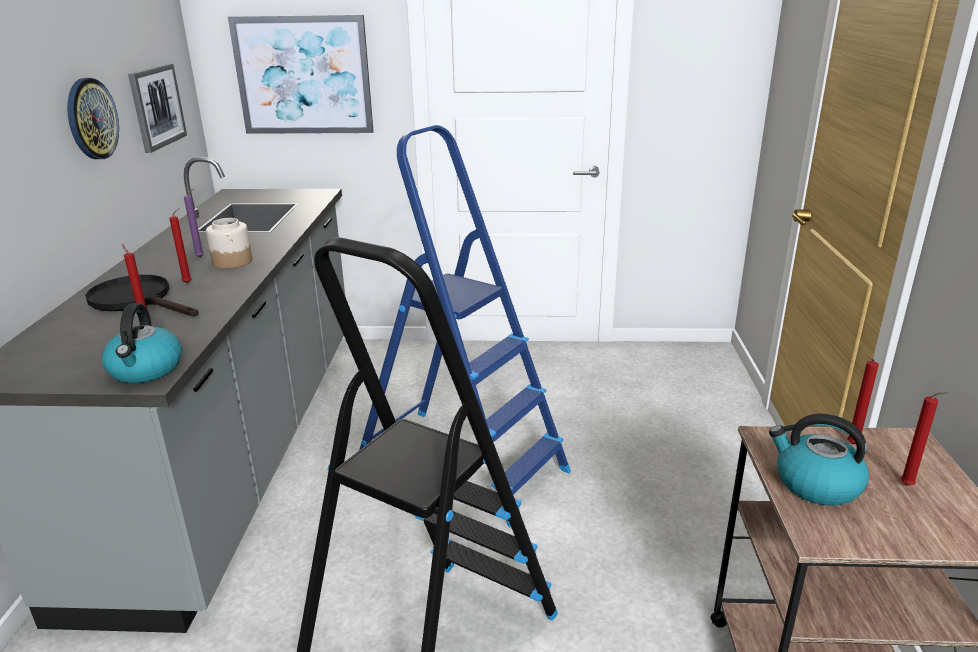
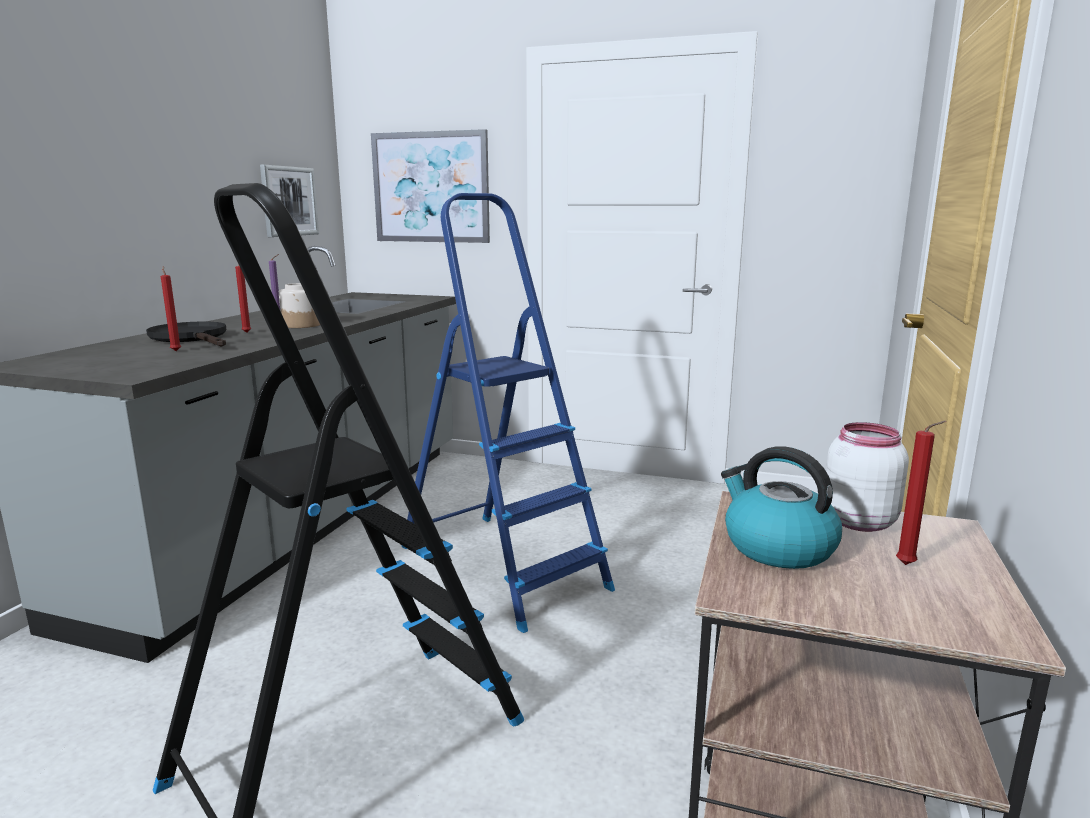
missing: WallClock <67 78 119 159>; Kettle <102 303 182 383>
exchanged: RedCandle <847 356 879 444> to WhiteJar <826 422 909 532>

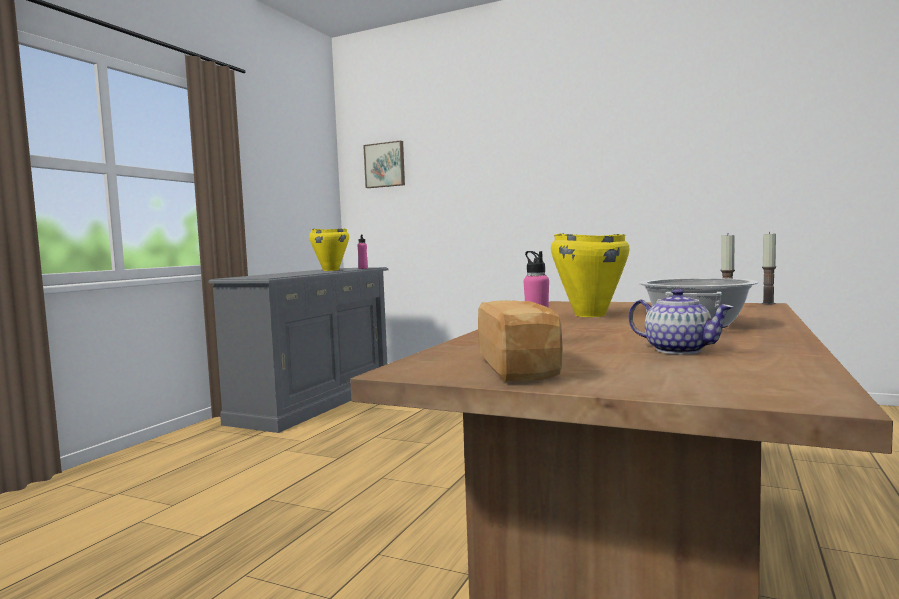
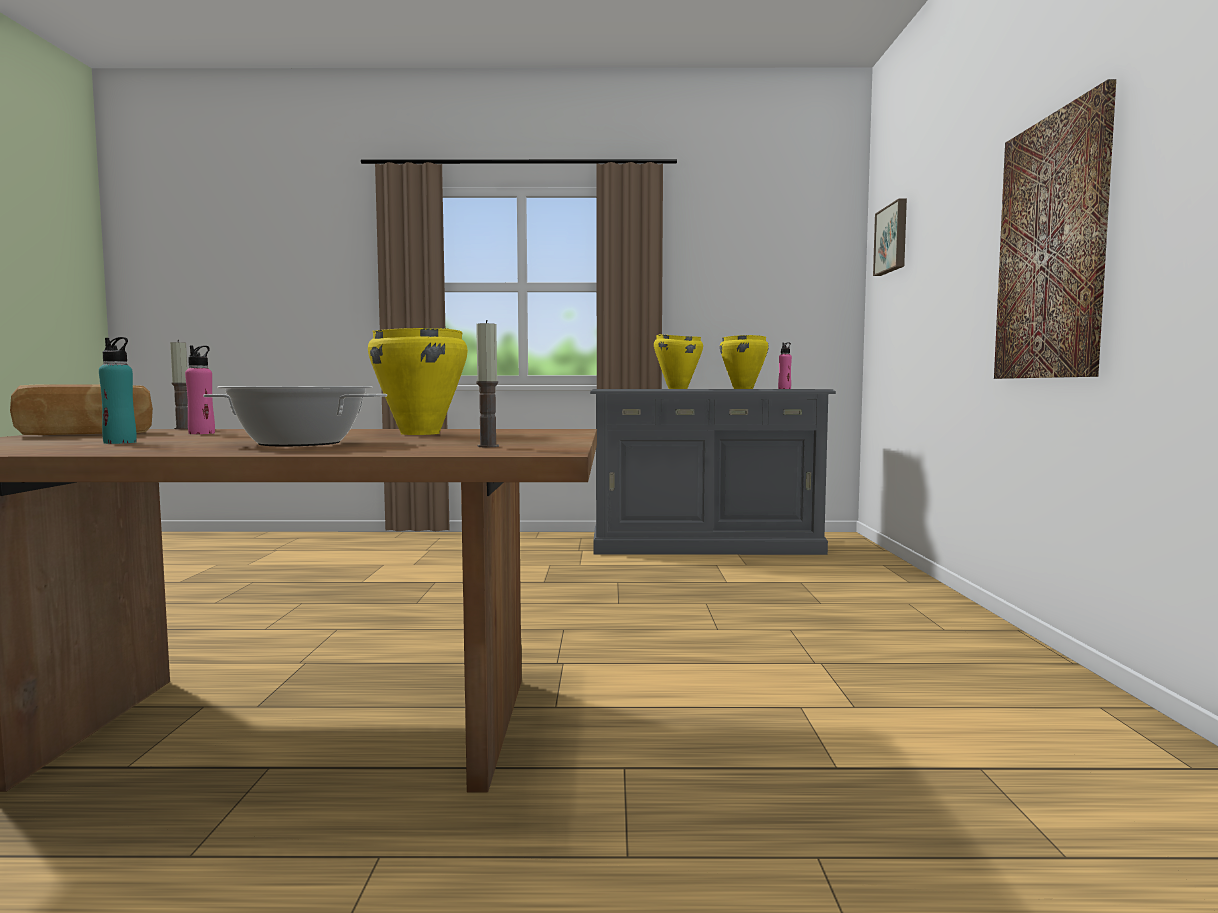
appeared: YellowCookingPot <654 334 703 389>; Picture <994 79 1116 379>
relocated: Candle <762 232 776 304> to <170 340 188 429>
exchanged: Teapot <628 289 734 354> to TurquoiseBottle <99 337 137 444>

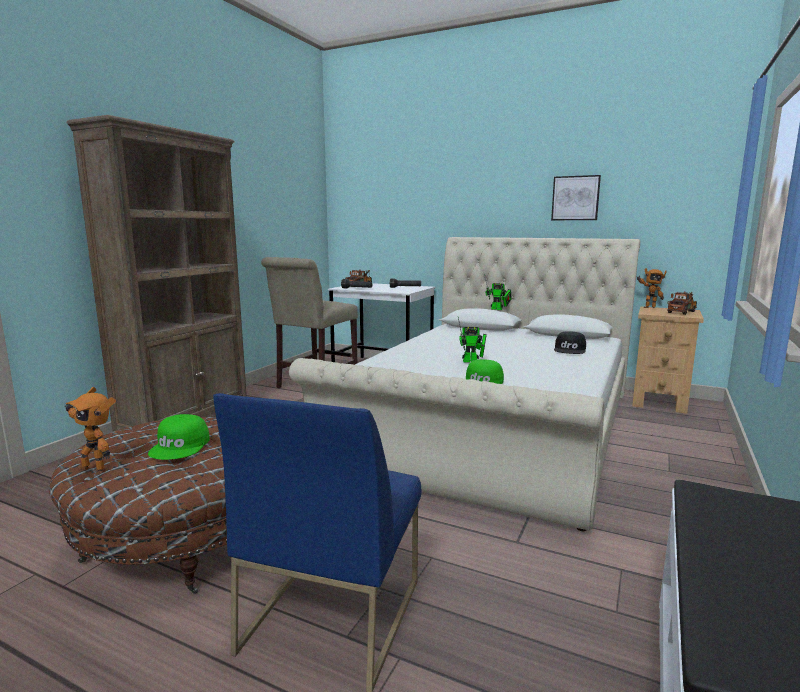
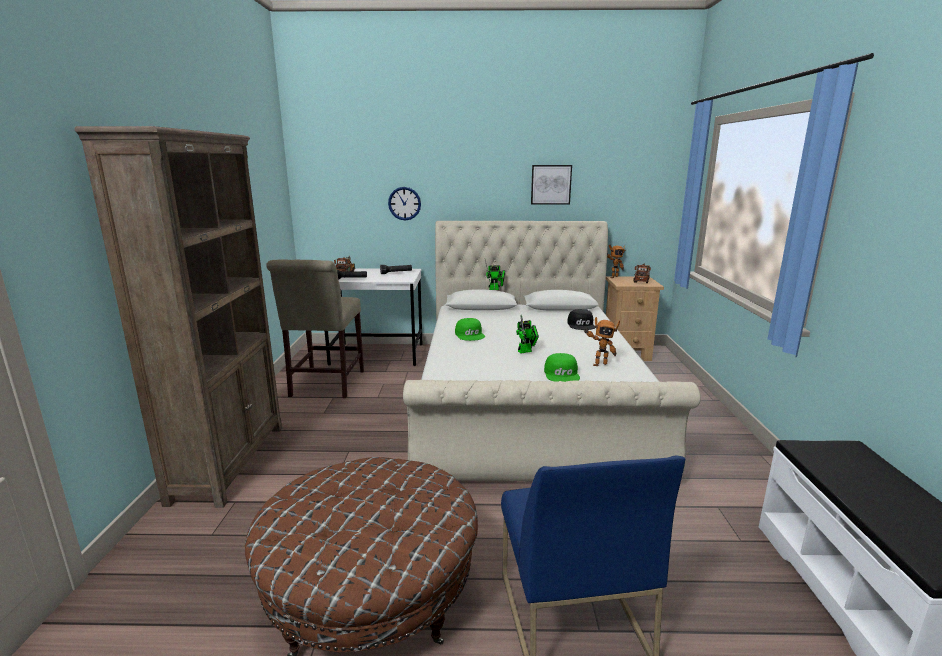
appeared: WallClock <388 187 421 221>
relocated: ToyRobot <65 387 116 471> to <584 317 620 366>; GreenCap <148 414 210 460> to <455 318 485 341>

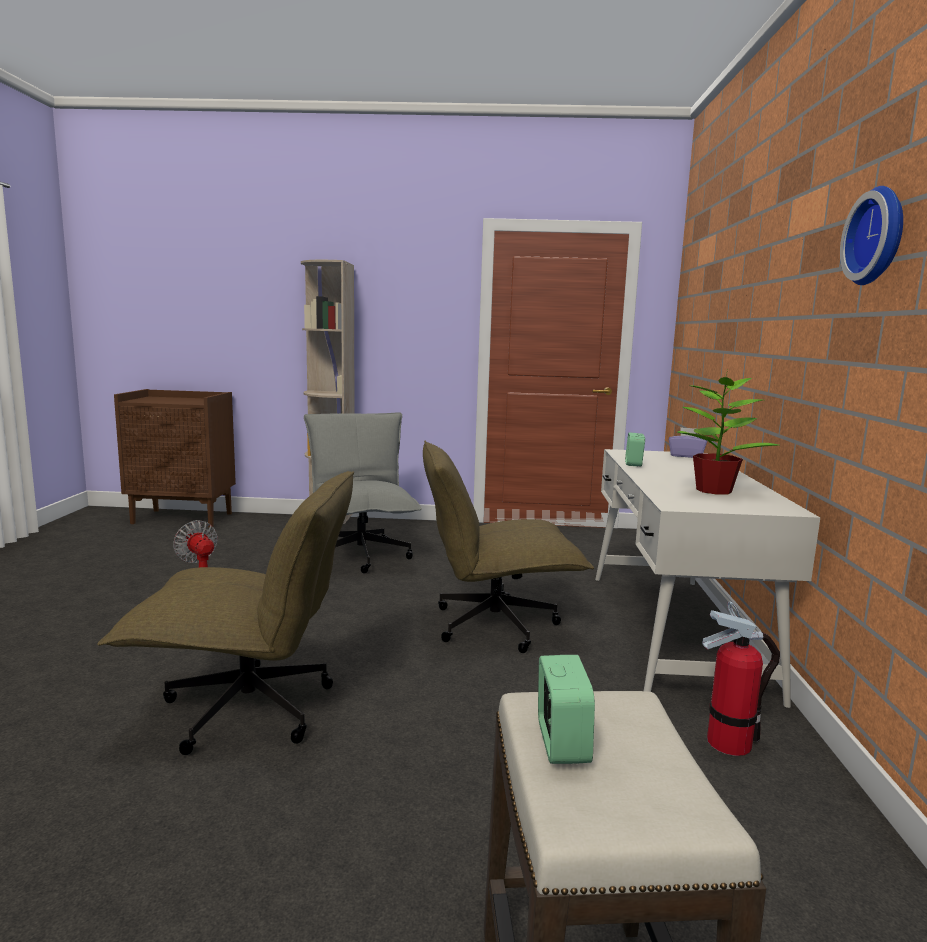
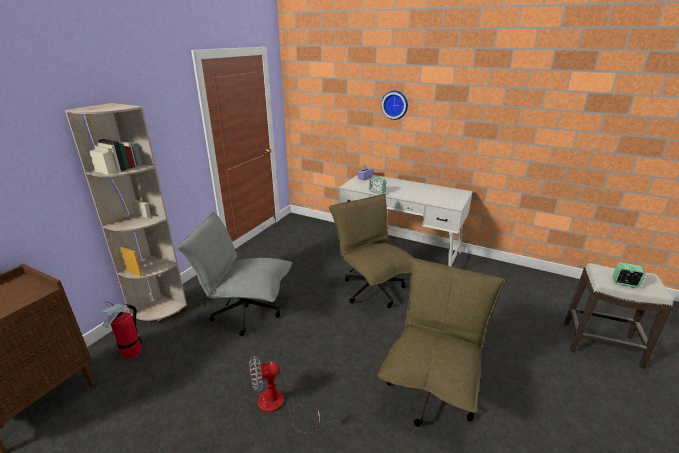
missing: PottedPlant <677 370 778 495>
relocated: FireExtinguisher <702 601 780 756> to <101 301 142 359>; WallClock <840 186 903 285> to <381 91 408 120>
spun: BeigeOfficeChair <423 440 594 653> = <329 194 414 308> 135 degrees clockwise

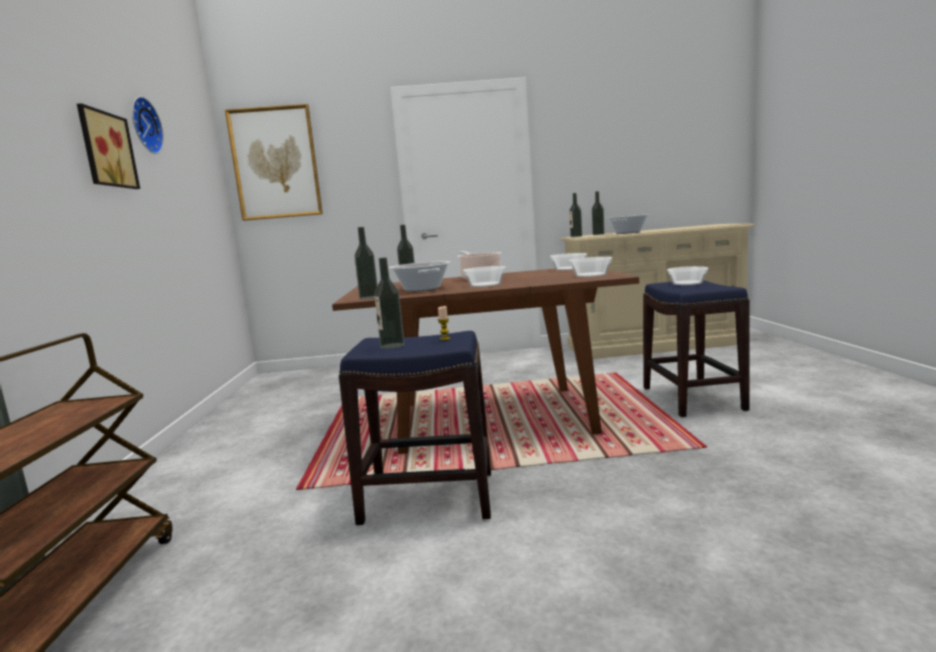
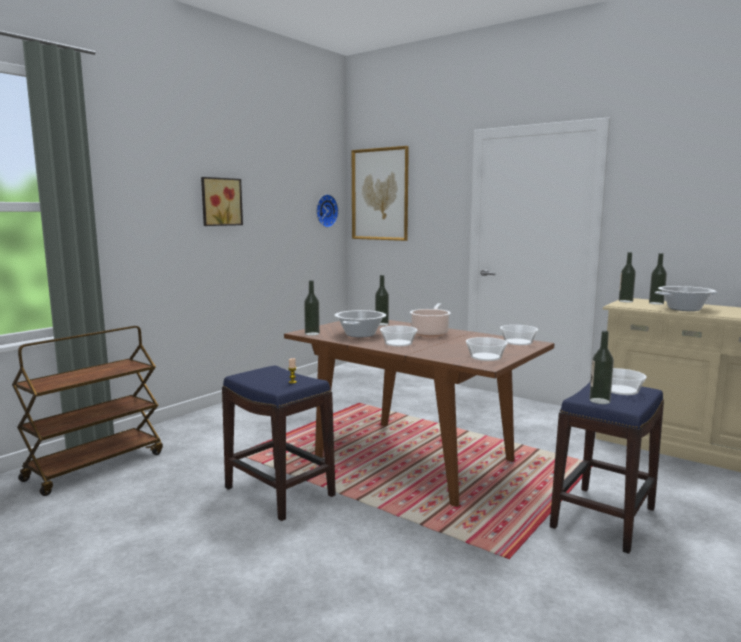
relocated: WallClock <132 97 164 154> to <316 194 339 228>; Bottle <375 258 405 349> to <589 331 614 404>

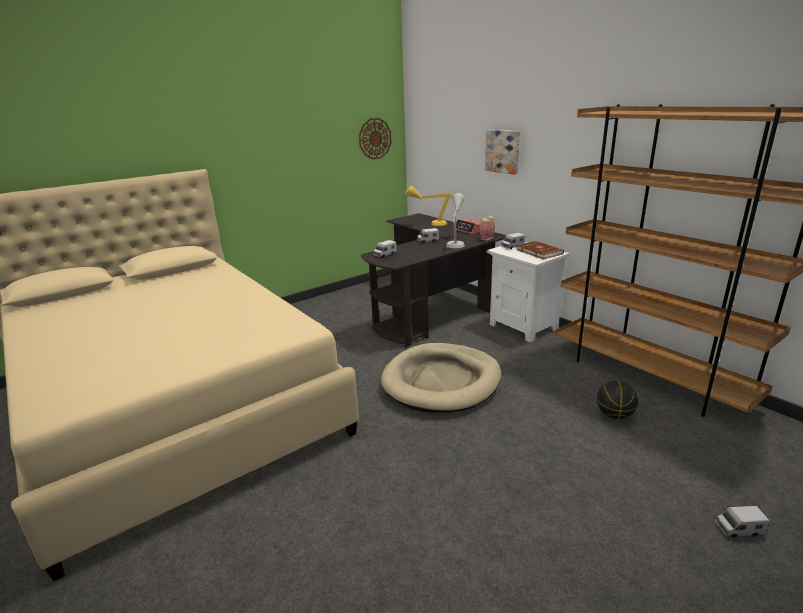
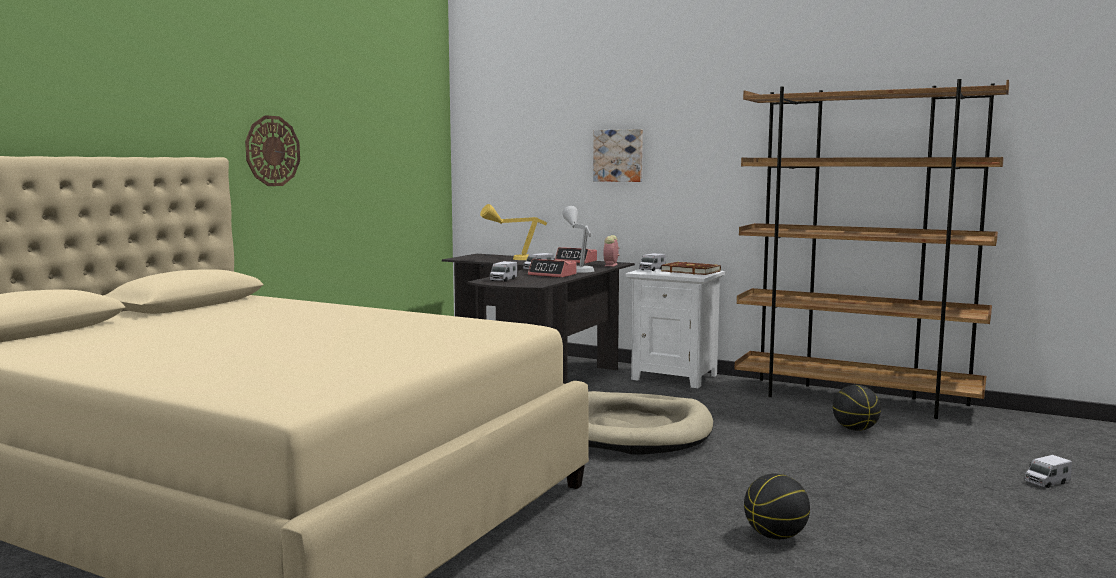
appeared: AlarmClock <528 259 577 278>; Basketball <744 473 810 539>
relocated: WallClock <359 118 392 160> to <245 115 300 186>

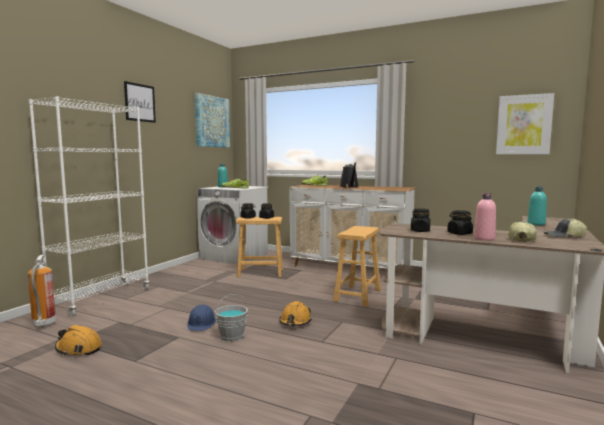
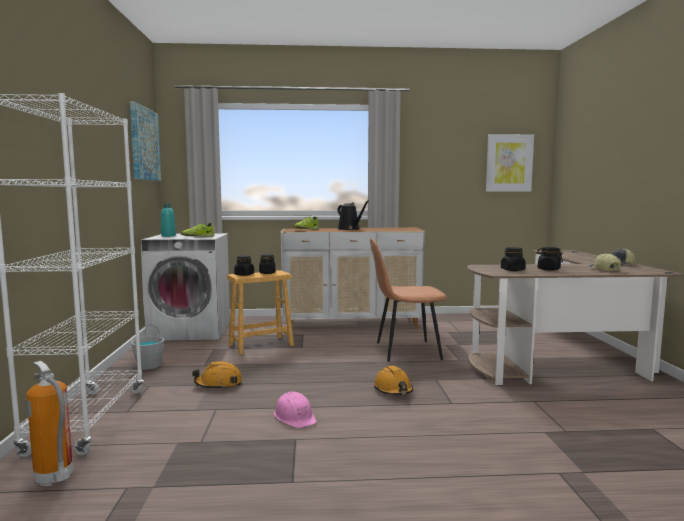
missing: Picture <124 81 156 123>; PinkBottle <474 193 496 241>; TurquoiseBottle <527 187 547 225>
relocated: OrangeHardHat <55 325 102 356> to <192 361 242 390>; GreyBucket <215 294 248 342> to <131 325 165 370>
exchanged: BrownStool <333 226 381 307> to BrownChair <370 238 447 362>
colour: BlueHardHat <187 304 216 331> to PinkHardHat <274 392 316 428>

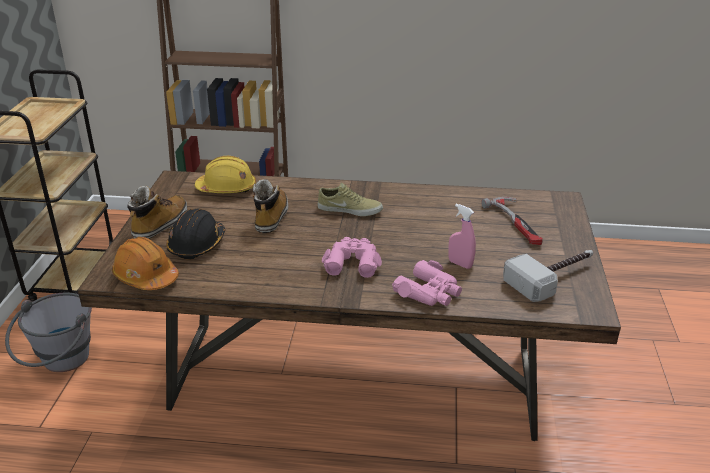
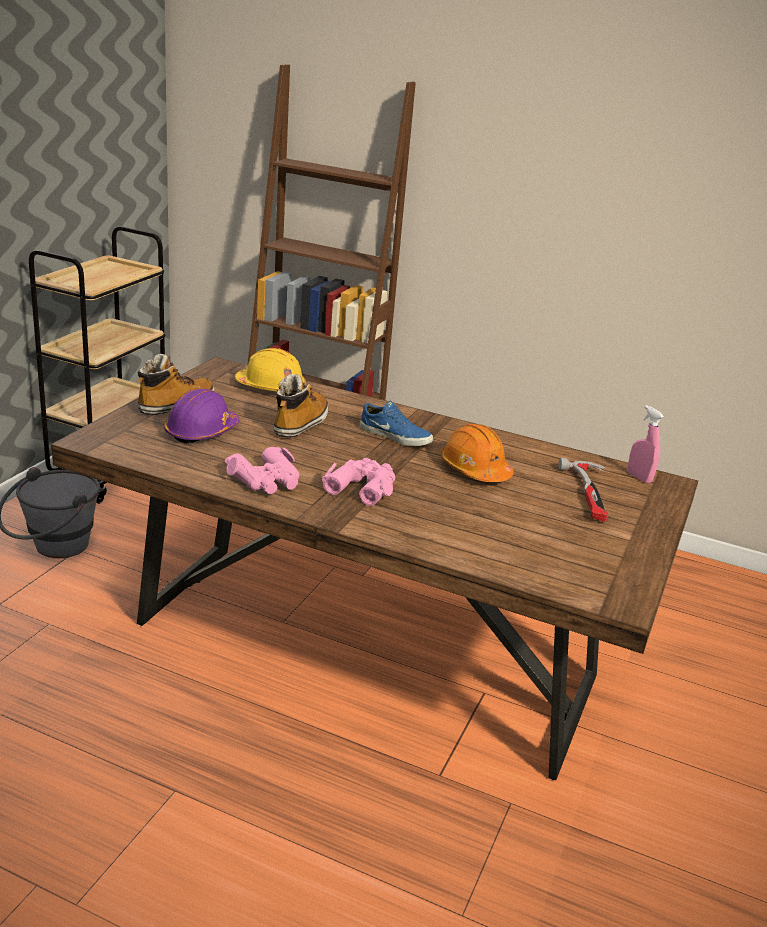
missing: Hammer <503 250 593 302>
relocated: OrangeHardHat <112 237 179 290> to <441 424 514 482>; PinkBinoculars <392 260 462 306> to <225 447 299 494>; PinkSprayBottle <449 204 476 269> to <628 405 664 484>
colour: BlackHardHat <166 209 225 259> to PurpleHardHat <164 388 240 444>; BeigeShoe <318 183 383 216> to BlueShoe <360 401 433 446>

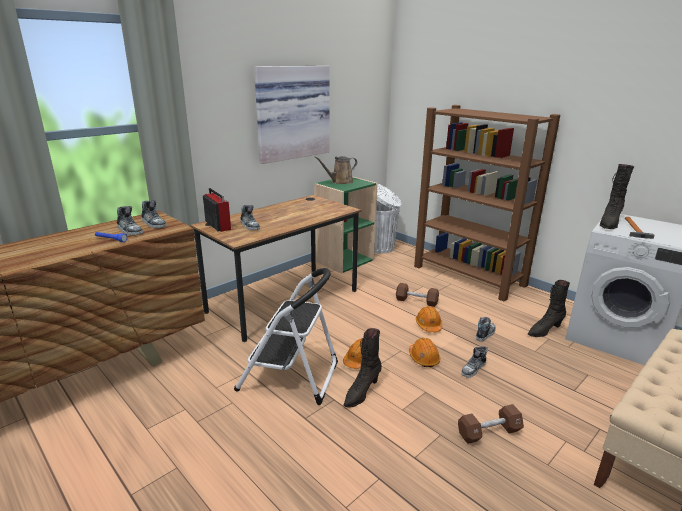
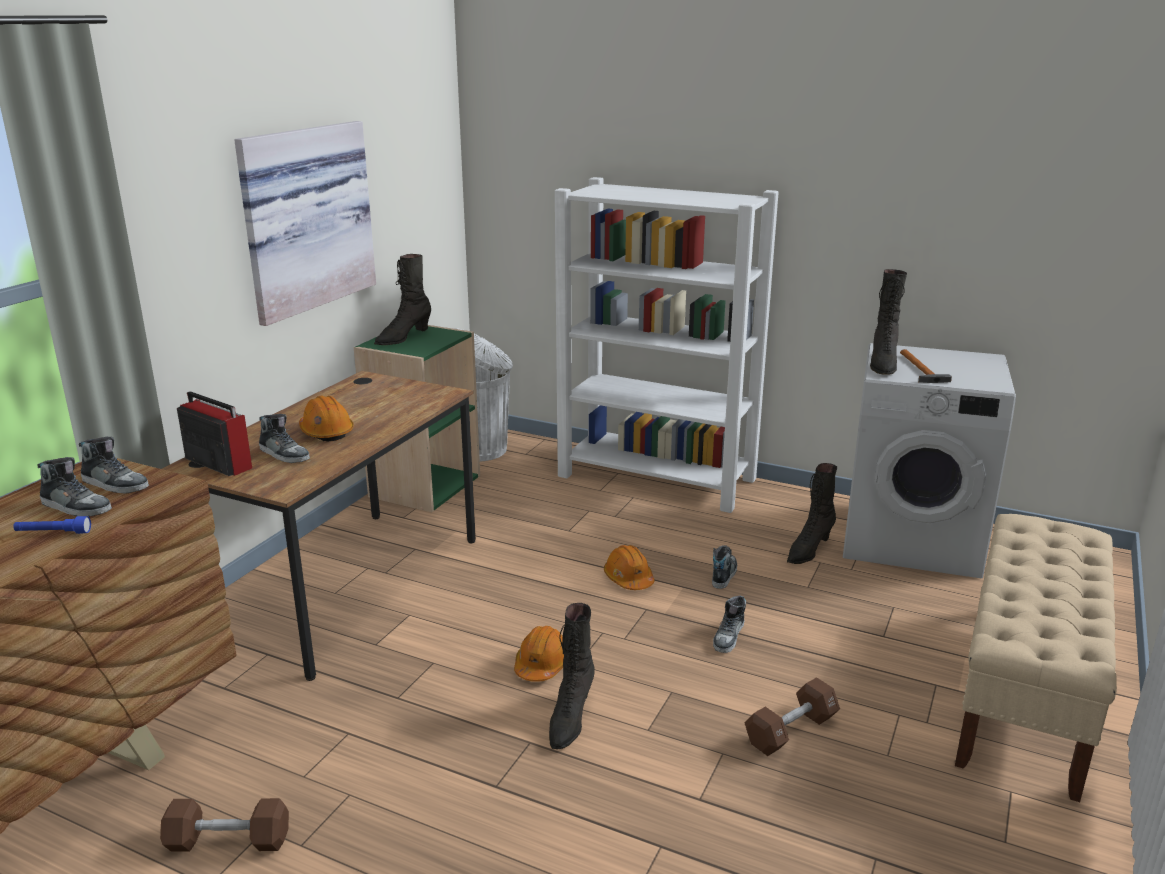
missing: StepLadder <234 268 338 405>
relocated: BrownDumbbell <396 283 439 307> to <160 798 289 852>; OrangeHardHat <409 338 441 367> to <299 396 354 441>
exchanged: BrownWateringCan <314 156 357 184> to BlackBoot <374 254 431 345>
colour: BrownBookcase <414 105 560 301> to WhiteBookcase <555 177 779 513>

